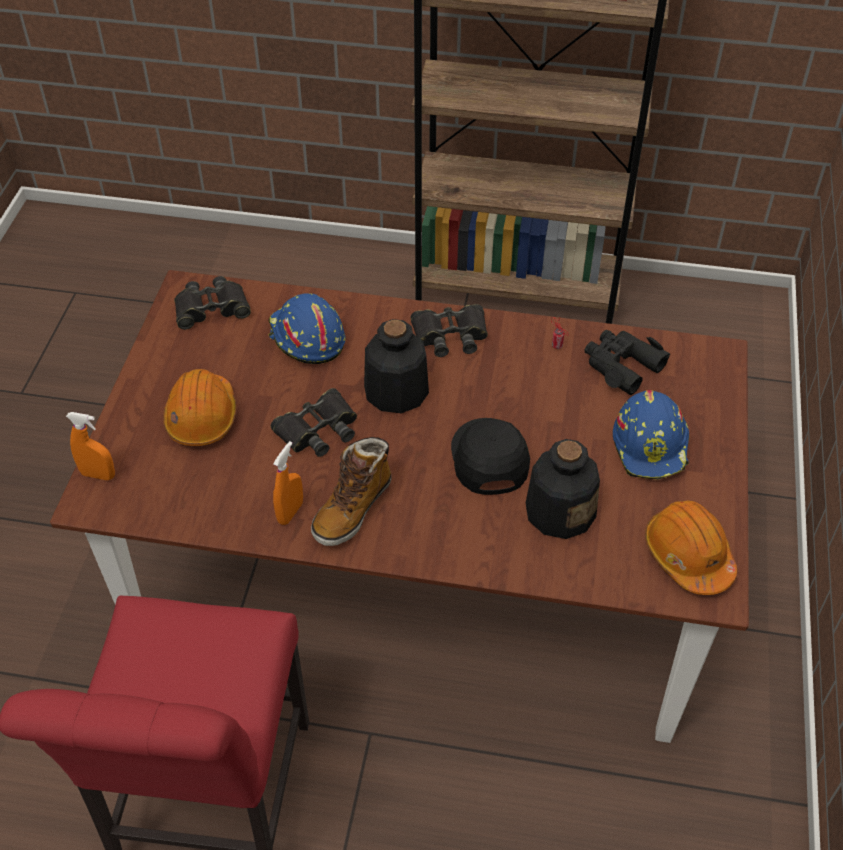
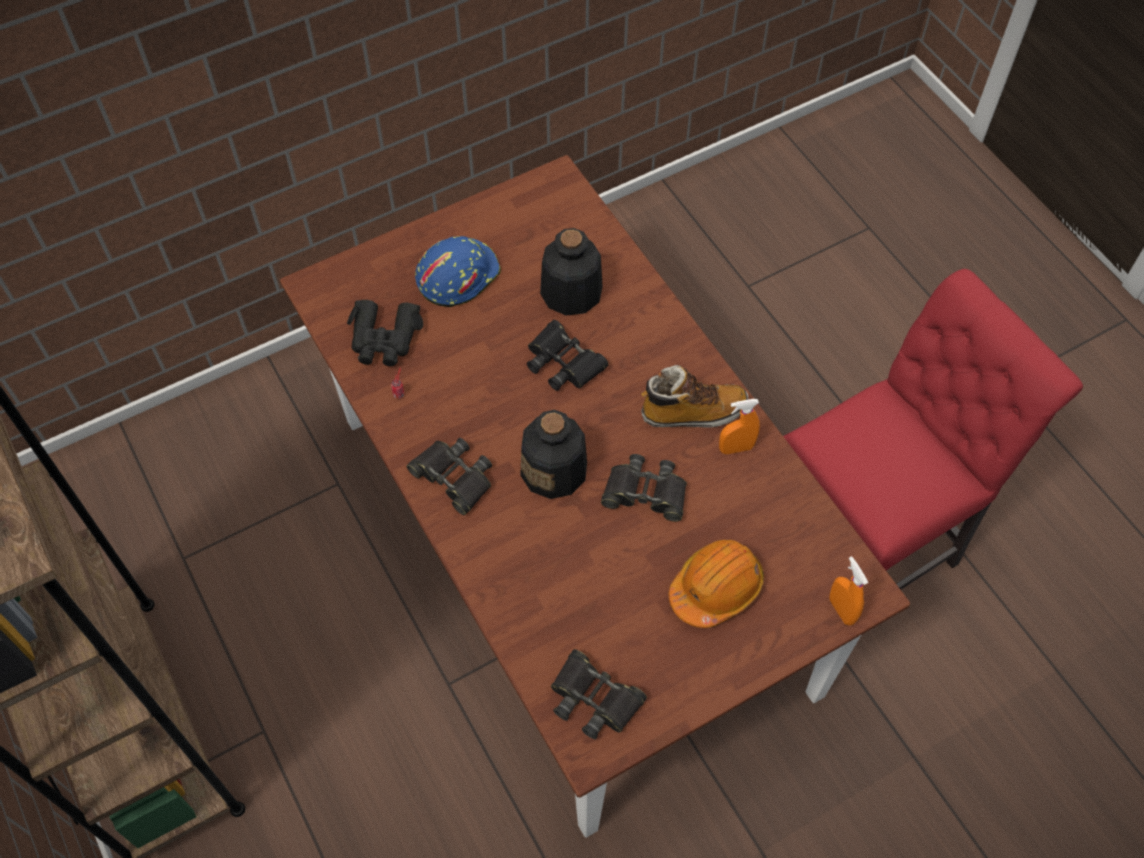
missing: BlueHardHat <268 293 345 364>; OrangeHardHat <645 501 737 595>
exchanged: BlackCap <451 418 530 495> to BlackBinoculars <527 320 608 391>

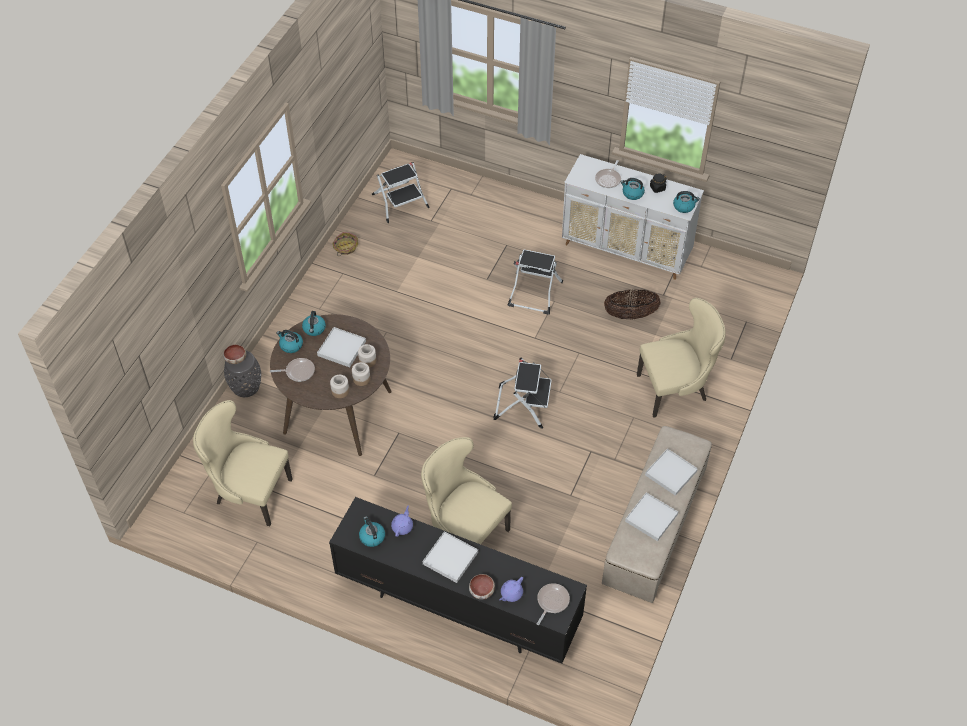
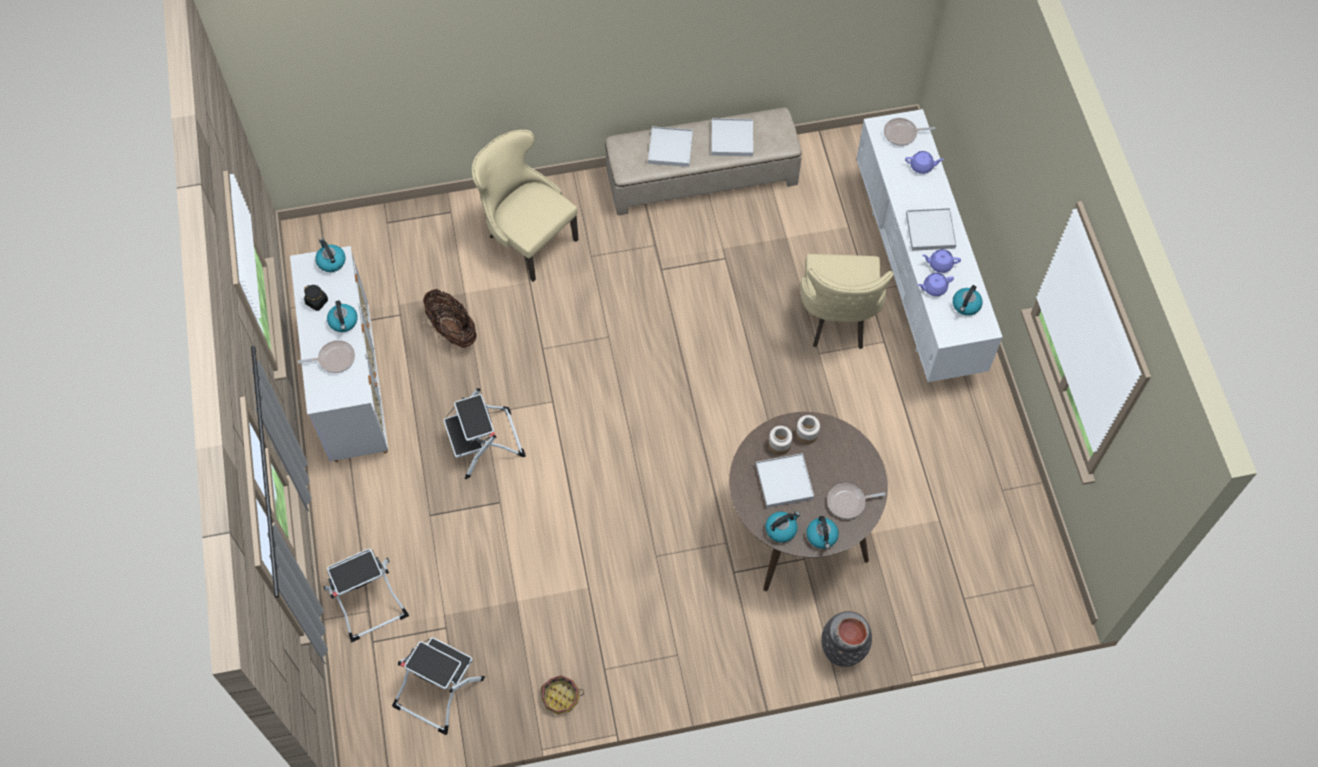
missing: BeigeChair <193 400 293 526>; Jar <330 375 349 398>; Bowl <469 574 495 600>
appeared: PurpleTeapot <922 249 961 273>
relocated: StepLadder <493 357 552 428> to <324 548 409 642>
colour: BlackCabinet <329 497 587 664> to WhiteCabinet <857 109 1003 382>
spun: FryingPan <270 358 315 382> = <827 483 885 519> 60 degrees counterclockwise

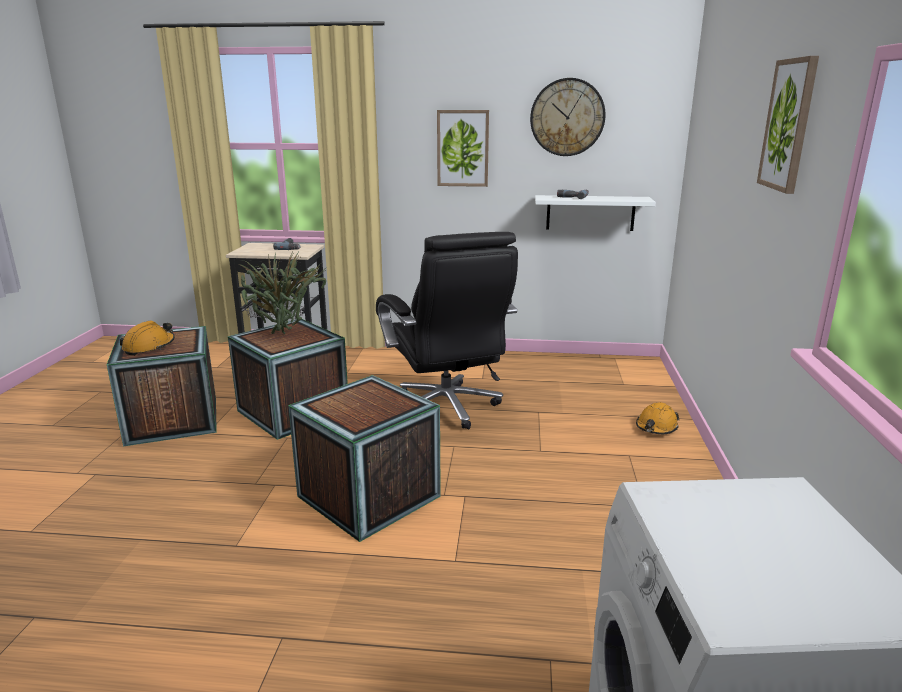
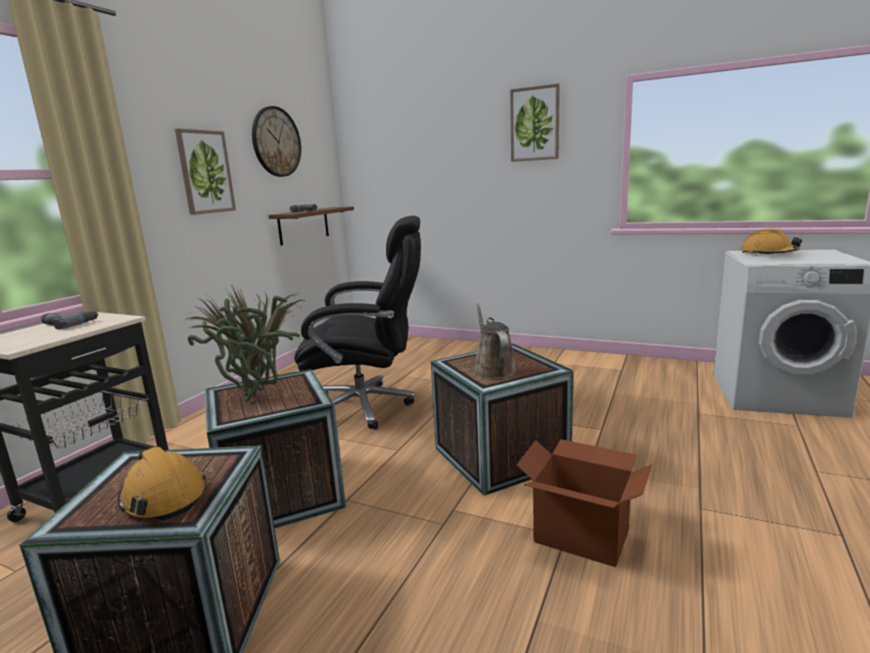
appeared: BrownWateringCan <473 303 517 379>; CardboardBox <517 439 652 567>
relocated: OrangeHardHat <636 402 679 434> to <741 229 802 255>
colour: WhiteShelf <535 195 656 231> to BrownShelf <268 207 354 245>

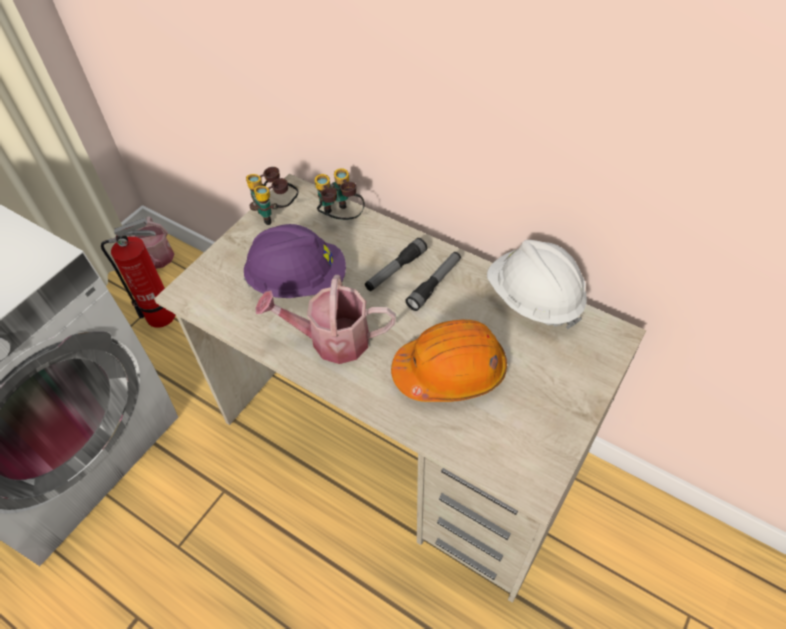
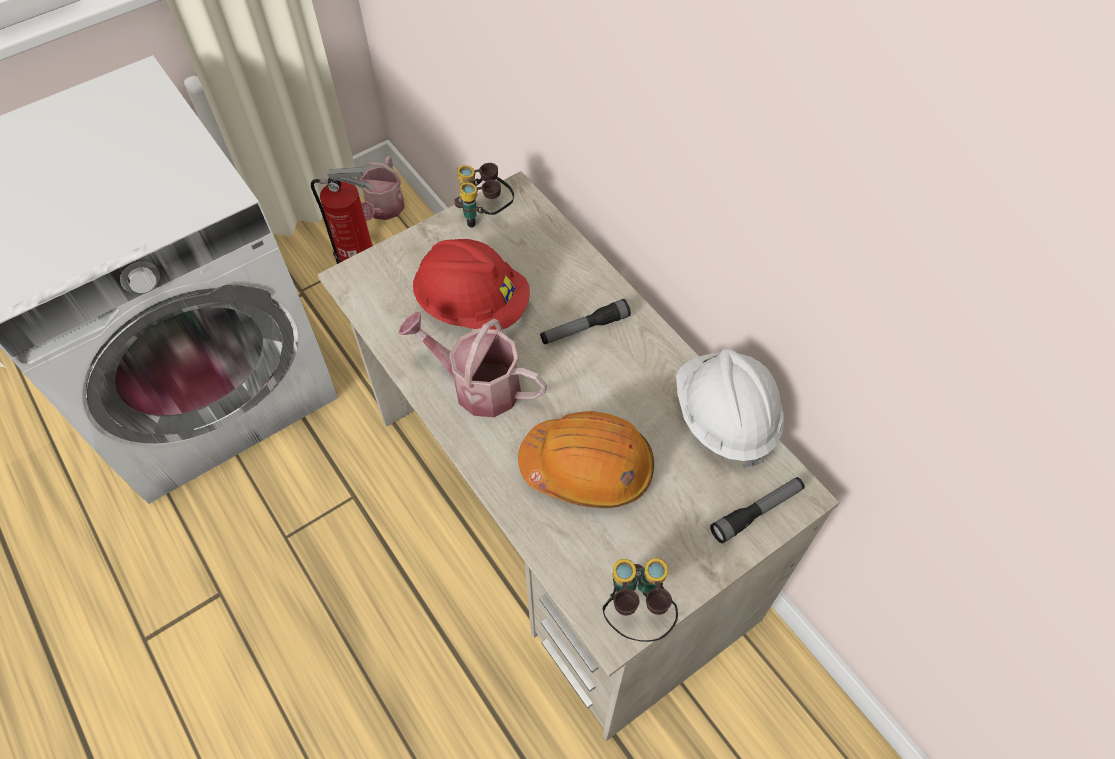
relocated: Binoculars <315 168 365 220> to <603 558 678 642>; Flashlight <405 252 461 311> to <710 477 805 544>
colour: PurpleHardHat <243 224 346 298> to RedHardHat <413 239 530 330>

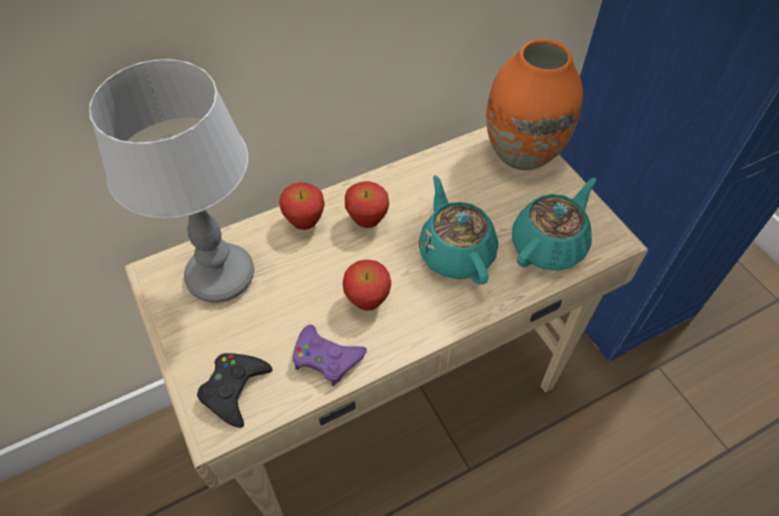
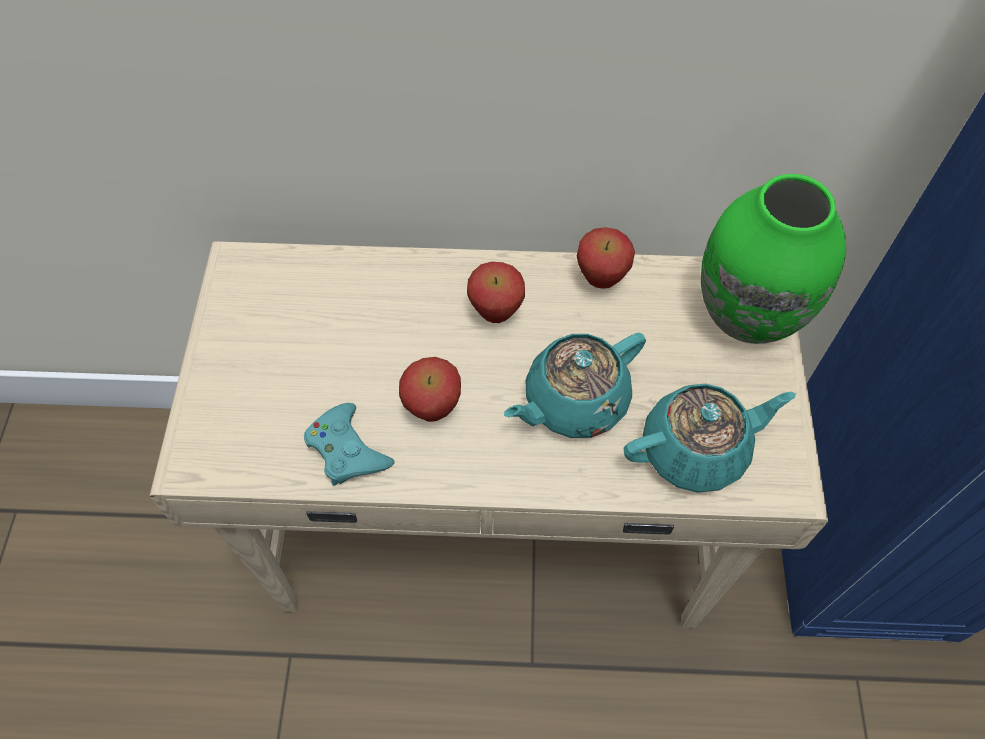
missing: TableLamp <89 59 254 303>; BlackGameController <197 353 272 428>
relocated: Apple <279 182 325 230> to <577 227 635 289>
colour: PurpleGameController <293 325 367 386> to TurquoiseGameController <304 403 395 486>; OrangeVase <486 39 583 170> to GreenVase <701 174 846 344>
spun: TurquoiseTeapot <418 175 498 284> = <504 332 646 438> 135 degrees counterclockwise

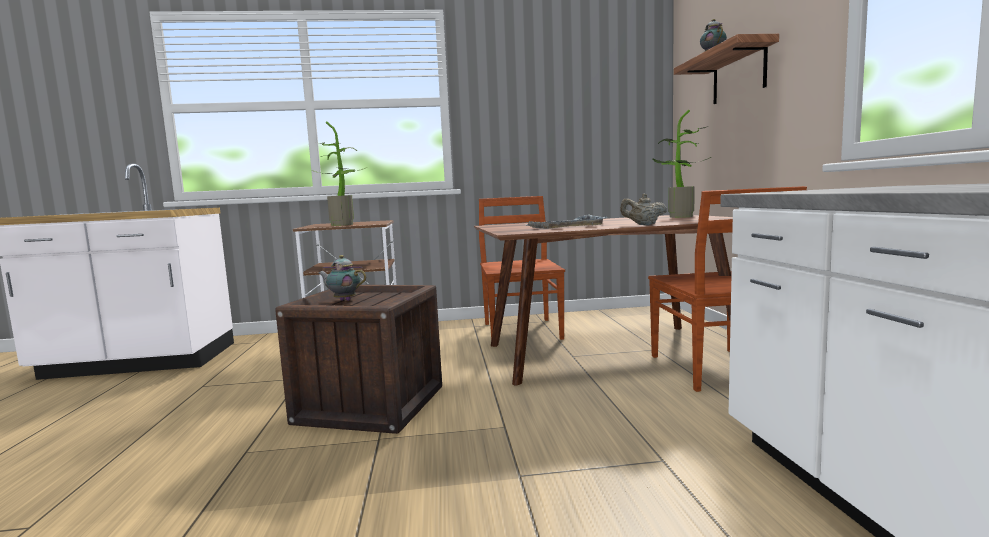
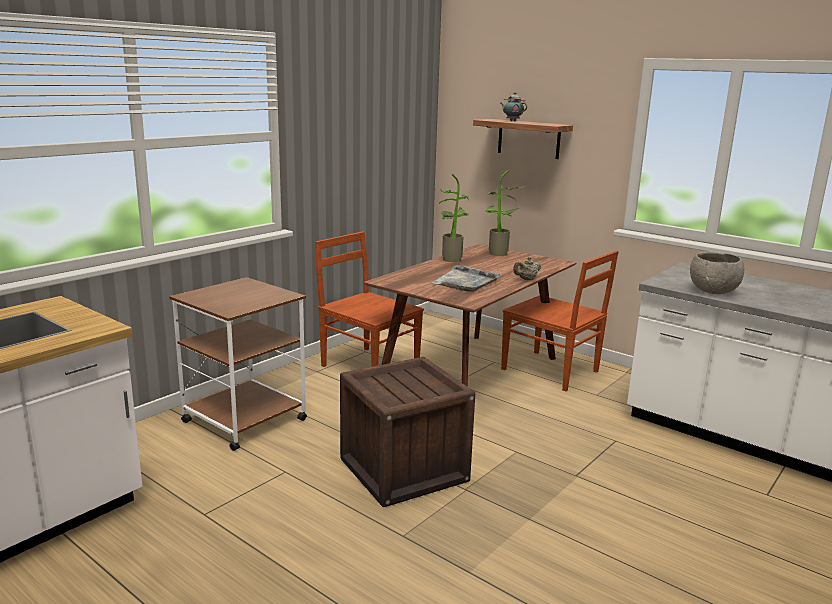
missing: Teapot <318 255 366 301>
appeared: GreyBowl <690 252 744 294>
relocated: PottedPlant <311 121 367 226> to <439 173 470 262>

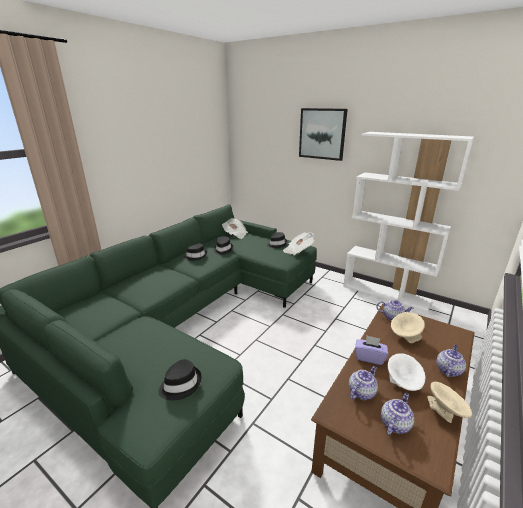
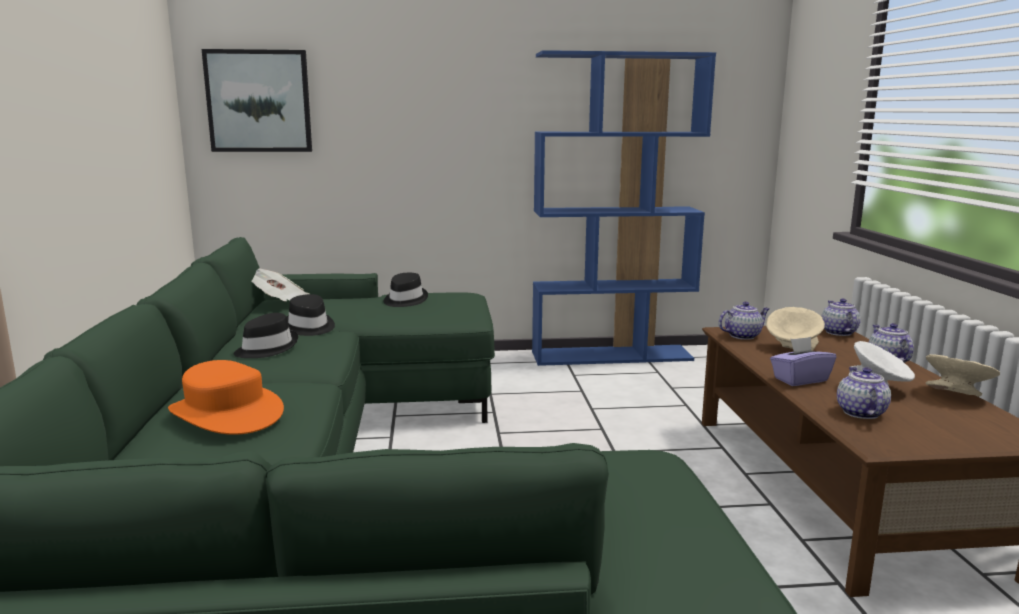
missing: BlackHat <158 359 201 401>; Newspaper <283 233 314 255>
appeared: OrangeHat <168 360 284 435>
relocated: Picture <299 108 348 161> to <202 49 312 152>; Teapot <381 393 414 435> to <821 299 861 336>
colour: WhiteBookcase <343 132 474 312> to BlueBookcase <532 50 716 366>

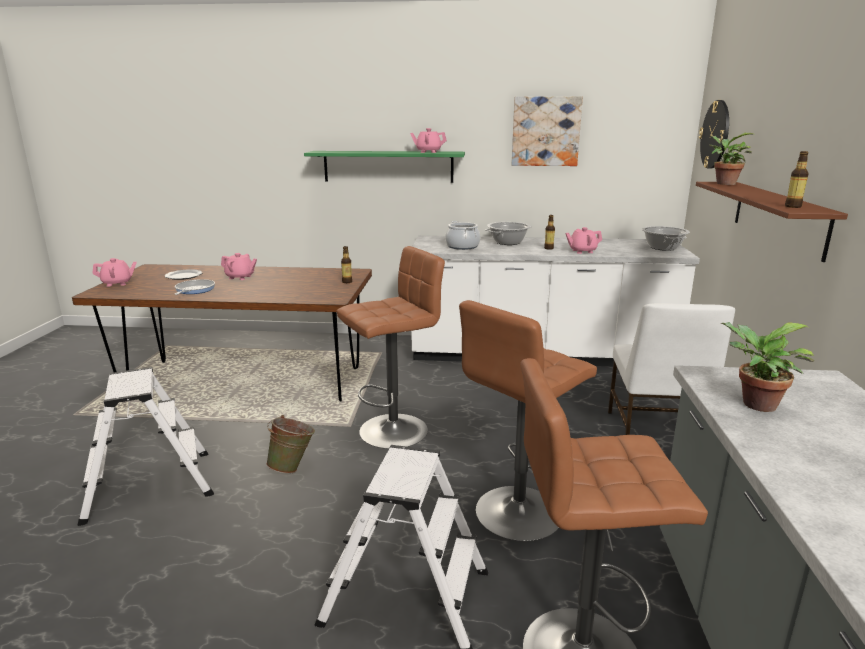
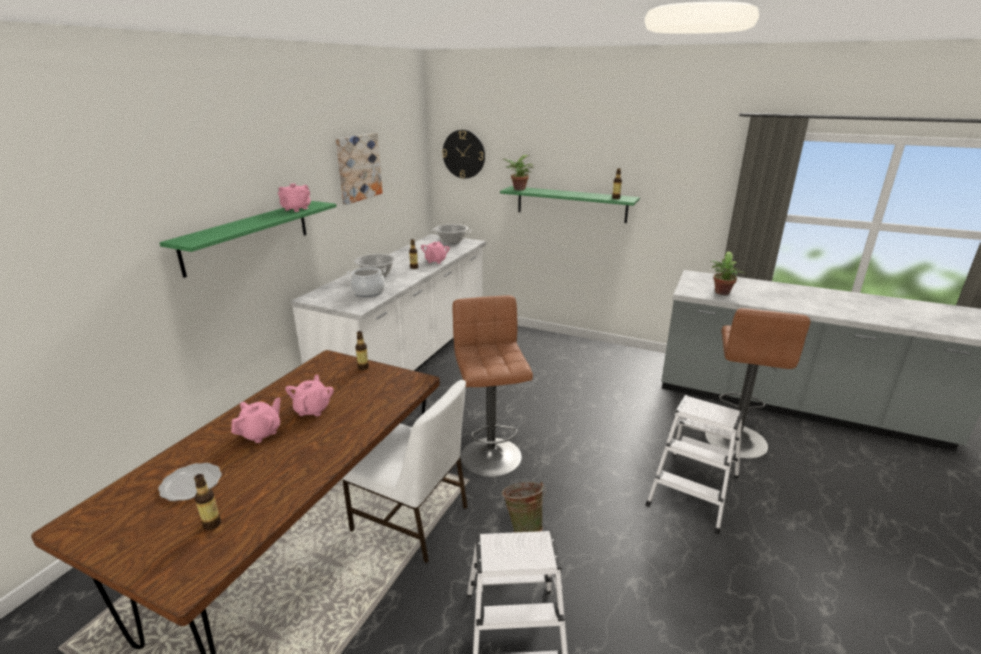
missing: FryingPan <175 279 215 295>; BrownStool <459 300 597 541>
appeared: Bottle <194 474 221 530>
relocated: PinkTeapot <92 258 137 287> to <285 375 334 416>; WhiteChair <608 303 735 435> to <342 380 467 563>
colour: BrownShelf <696 182 848 262> to GreenShelf <500 186 640 223>

